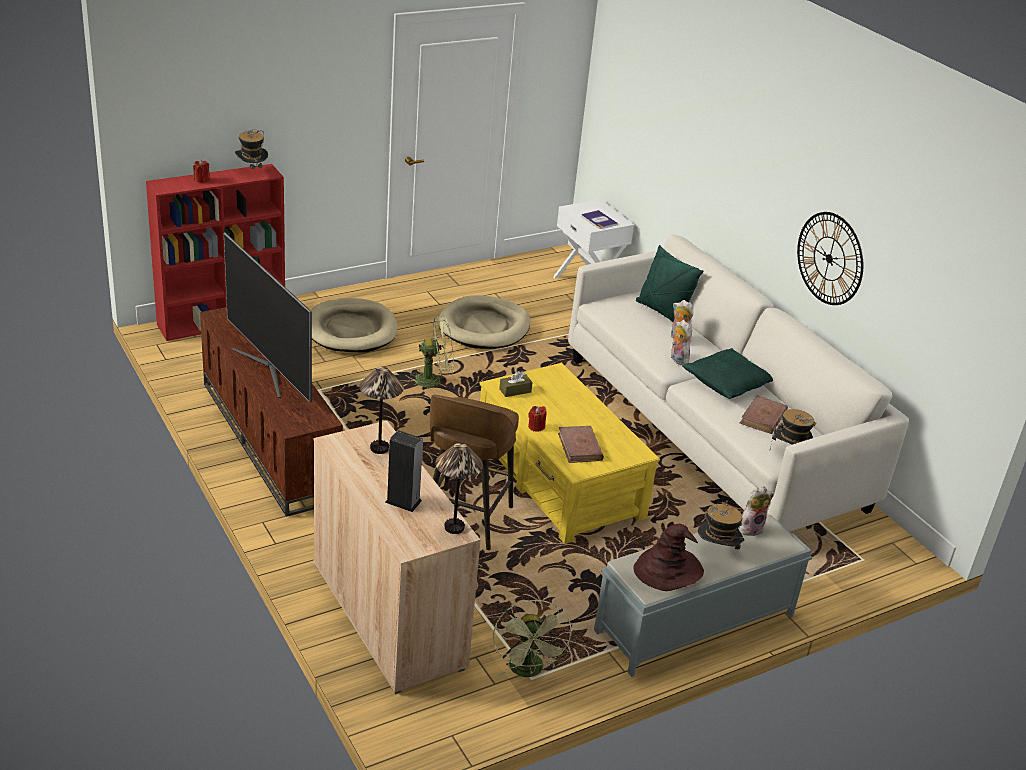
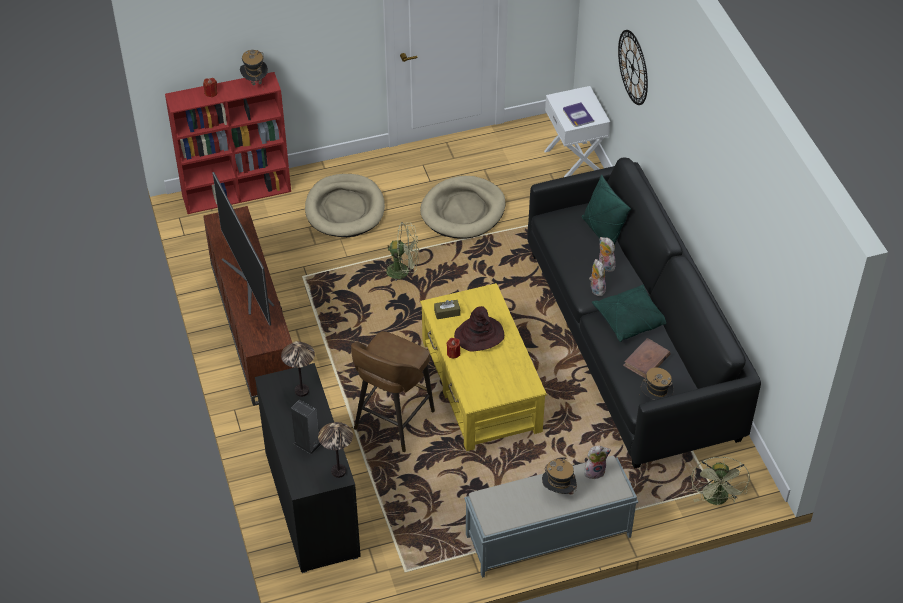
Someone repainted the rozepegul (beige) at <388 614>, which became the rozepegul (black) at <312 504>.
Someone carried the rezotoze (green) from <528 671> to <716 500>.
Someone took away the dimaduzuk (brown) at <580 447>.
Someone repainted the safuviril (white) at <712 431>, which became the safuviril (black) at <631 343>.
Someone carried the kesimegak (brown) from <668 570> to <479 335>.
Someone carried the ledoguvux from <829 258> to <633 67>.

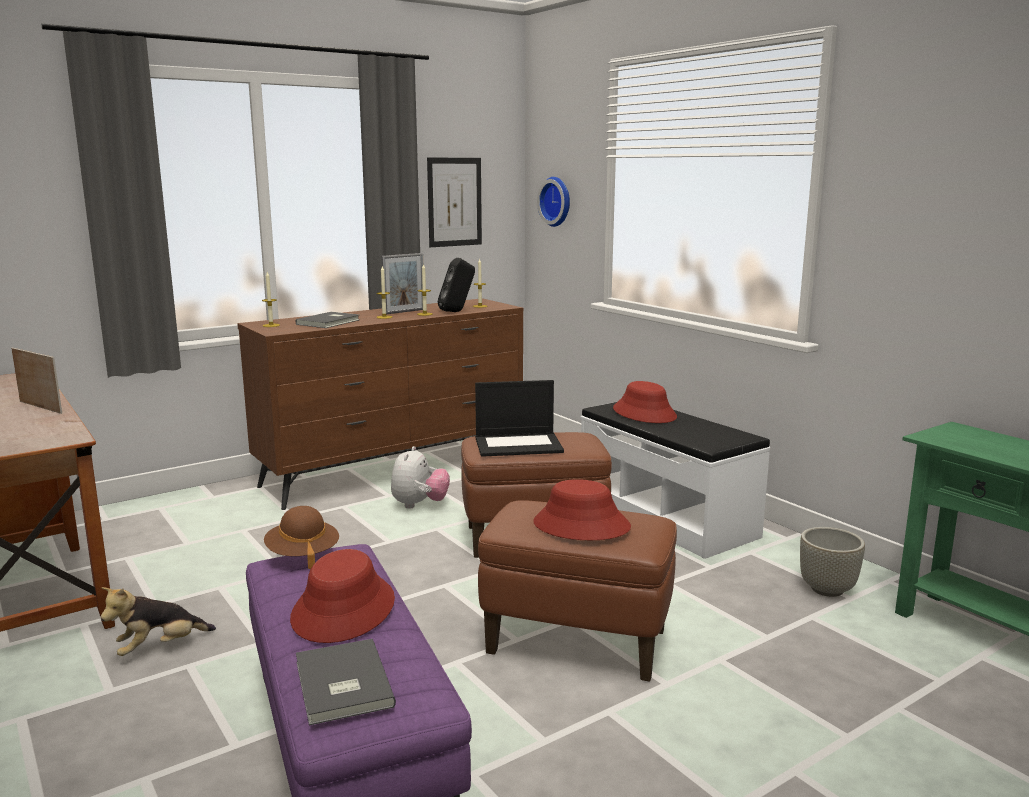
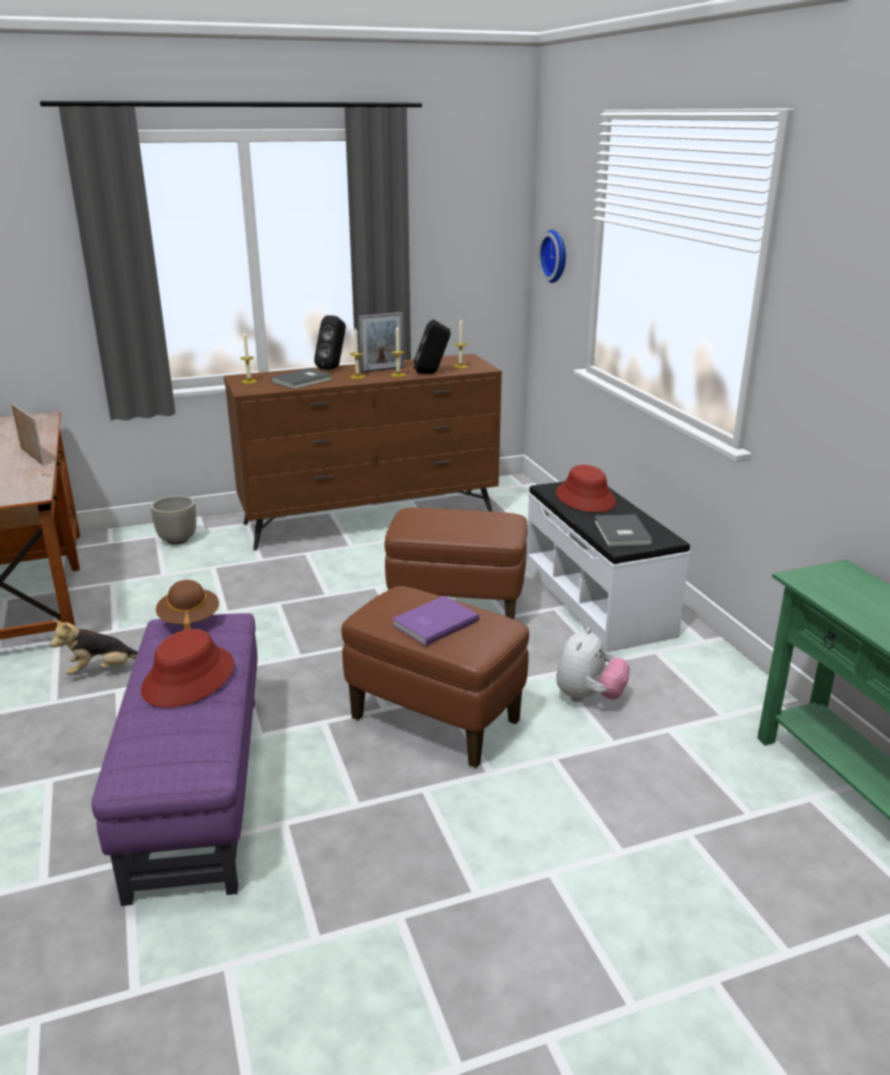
Someone carried the dimaduzuk (grey) from <340 685> to <620 533>.
Someone carried the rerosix from <419 505> to <588 697>.
Someone took away the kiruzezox at <454 202>.
Someone took away the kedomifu at <519 444>.
Someone swapped the kesimegak (red) at <581 525> for the dimaduzuk (purple) at <433 622>.
Someone carried the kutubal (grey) from <827 589> to <178 540>.
Someone put down the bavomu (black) at <333 368>.

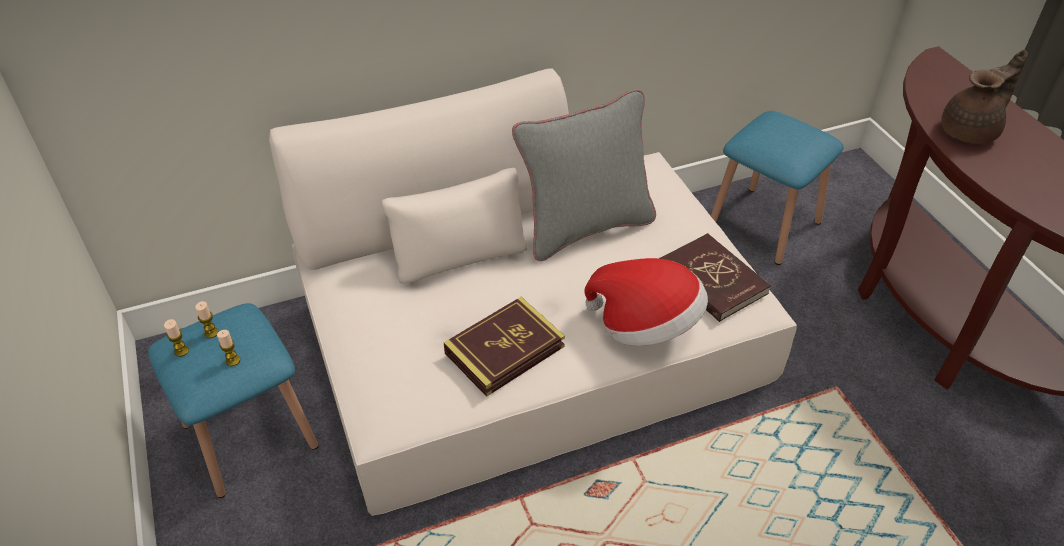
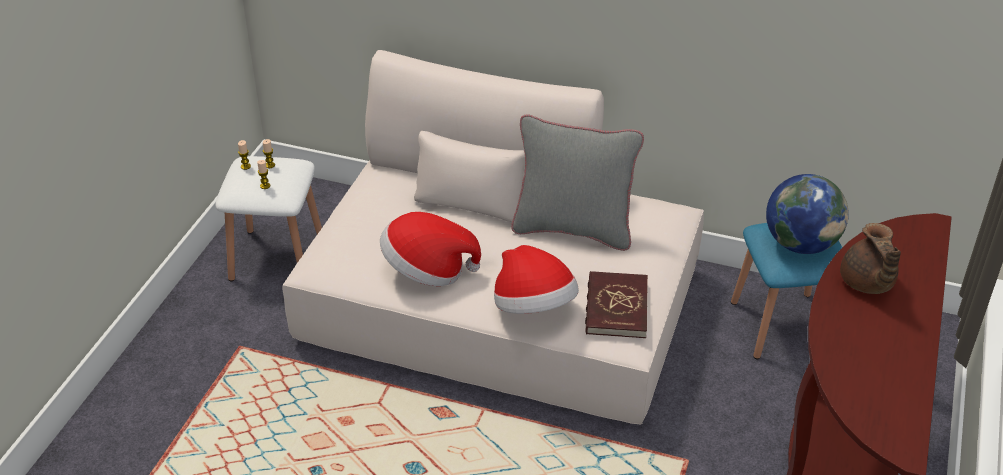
Someone repainted the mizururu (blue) at <250 435>, which became the mizururu (white) at <277 257>.
Someone swapped the dimaduzuk at <504 350> for the kesimegak at <427 270>.
Someone rotated the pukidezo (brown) at <971 131> by 75 degrees clockwise.
Someone put down the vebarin at <800 244>.

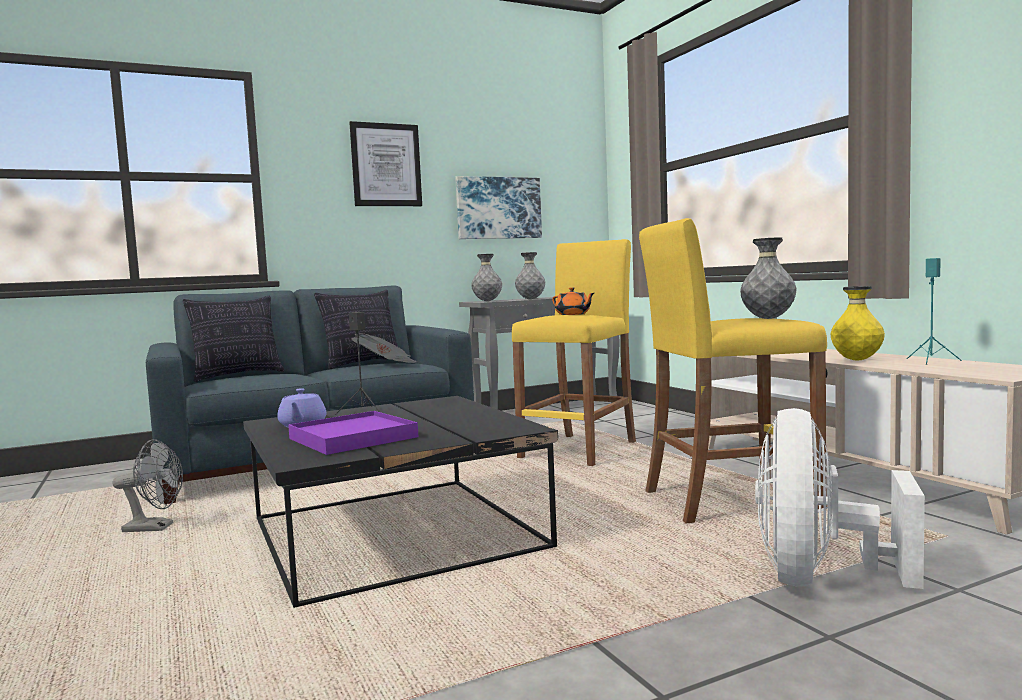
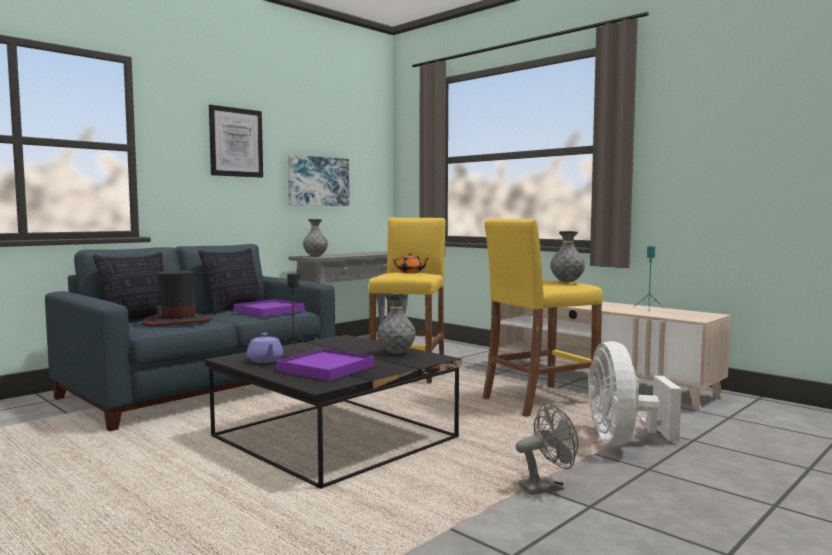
Someone carried the rezotoze (grey) from <155 528> to <547 487>.
Someone swapped the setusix at <386 366> for the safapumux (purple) at <269 311>.
Someone carried the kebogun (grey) from <530 299> to <396 353>.
Someone took away the kebogun (yellow) at <856 360>.
Someone put down the kesimegak at <177 321>.

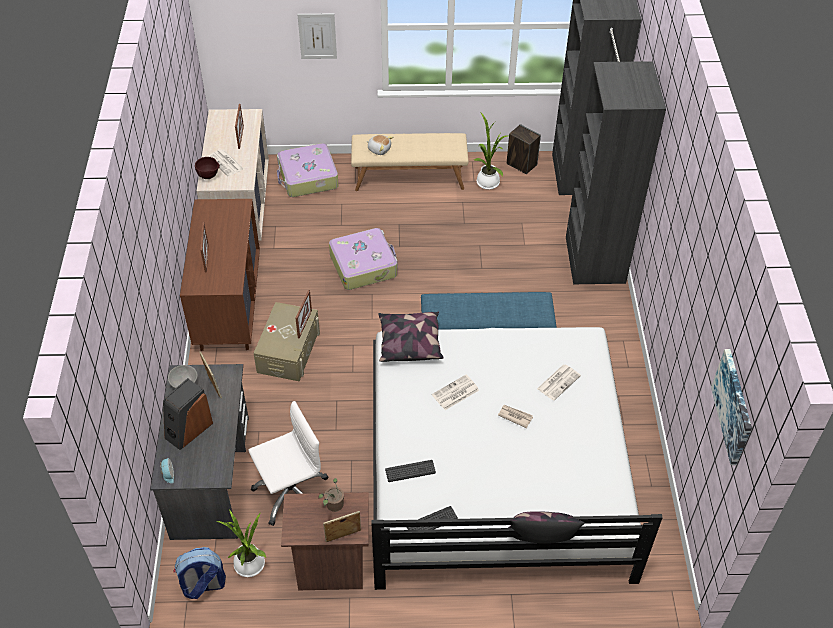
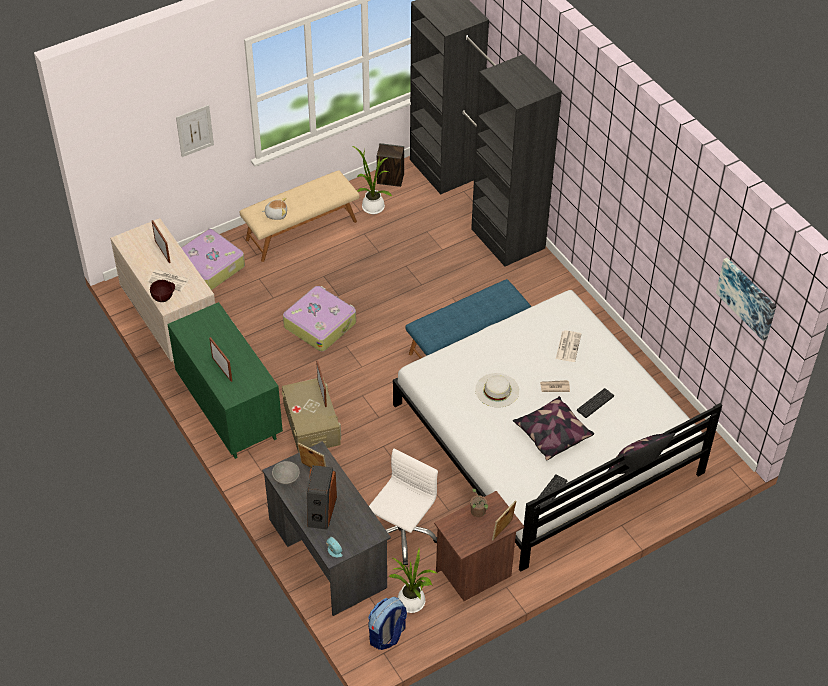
Someone repainted the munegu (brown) at <229 305>, which became the munegu (green) at <229 410>.
Someone carried the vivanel from <409 343> to <552 434>.
Someone carried the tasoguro from <410 471> to <595 403>.
Someone swapped the setusix at <455 393> for the kesimegak (white) at <497 390>.

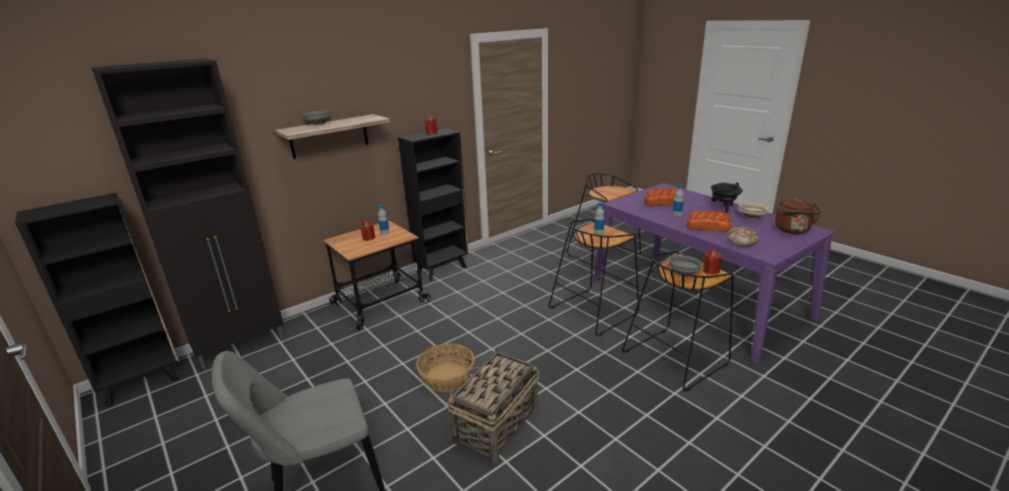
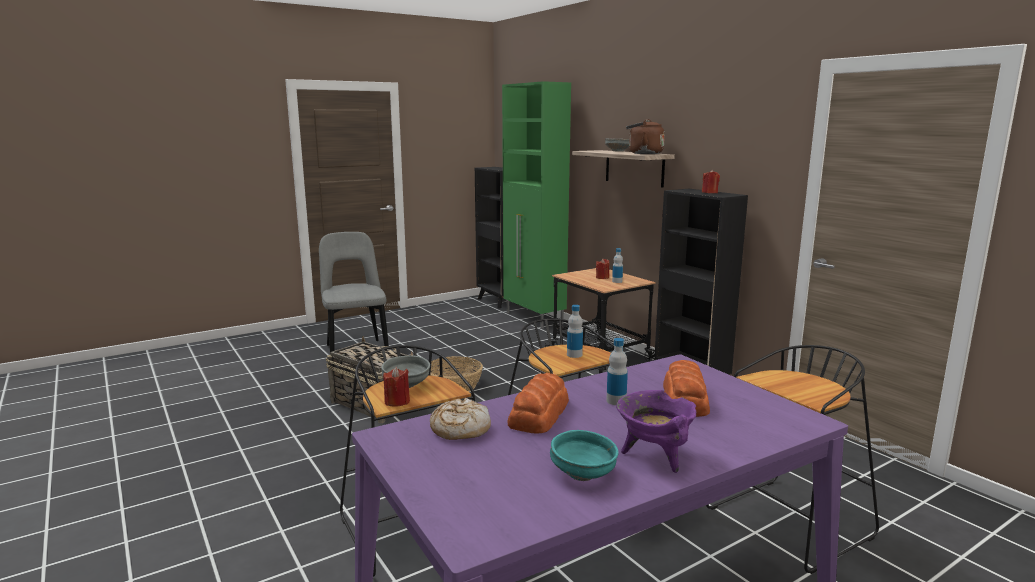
Someone repainted the rozepegul (black) at <242 347>, which became the rozepegul (green) at <534 318>.
Someone repainted the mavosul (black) at <723 208>, which became the mavosul (purple) at <654 456>.
Someone repainted the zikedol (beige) at <751 217>, which became the zikedol (turquoise) at <584 474>.
Someone carried the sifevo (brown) from <793 230> to <643 153>.

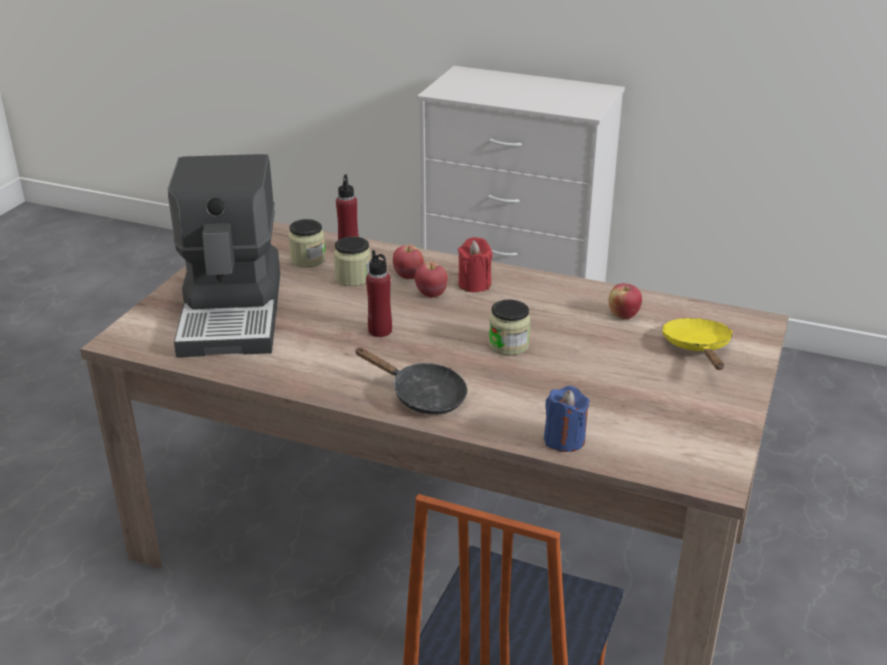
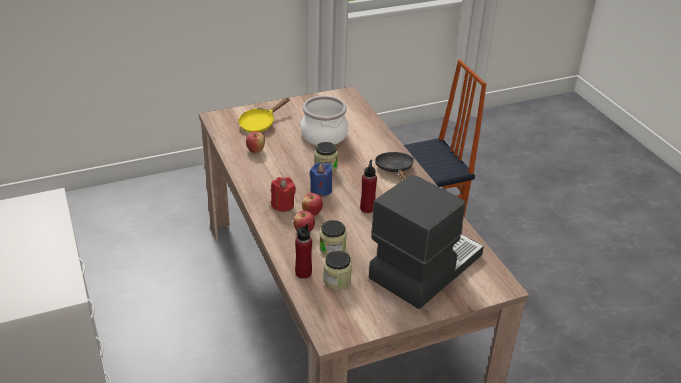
Someone carried the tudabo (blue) from <564 439> to <321 190>.
Someone put down the mavosul at <324 135>.

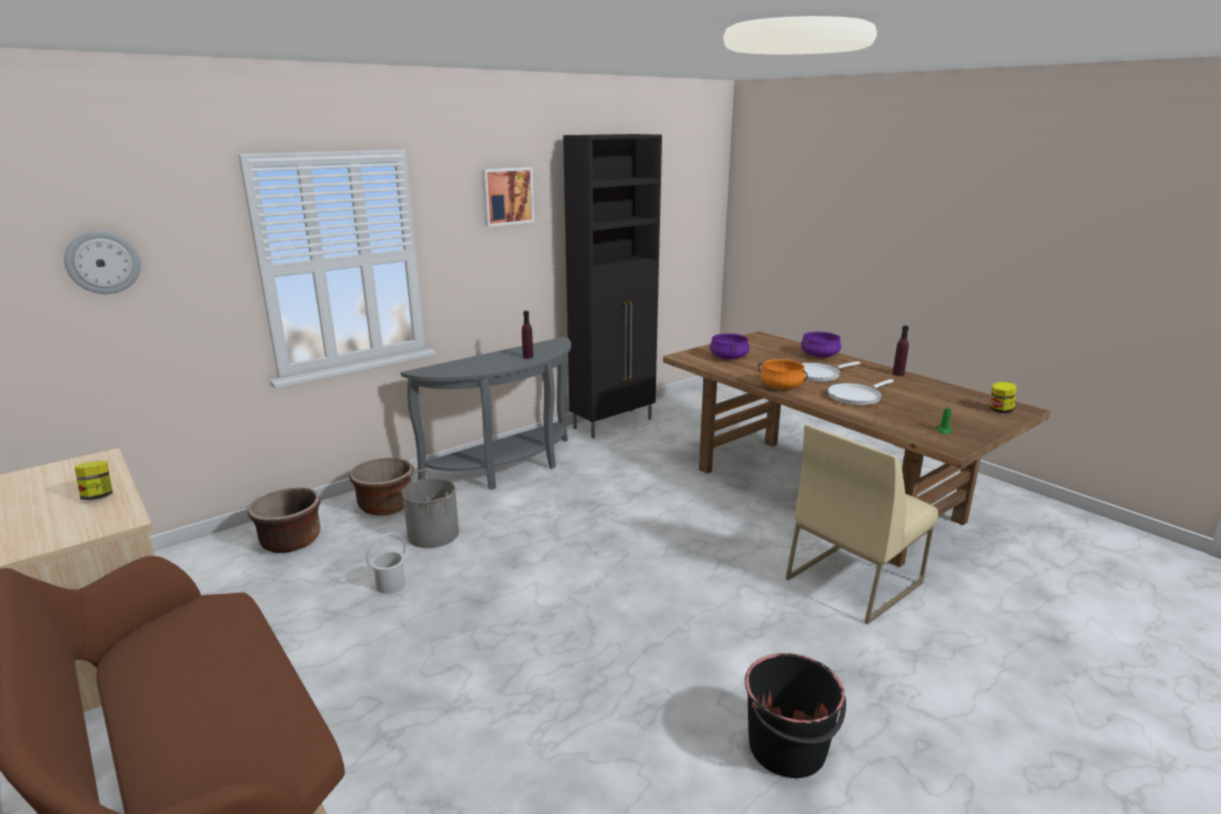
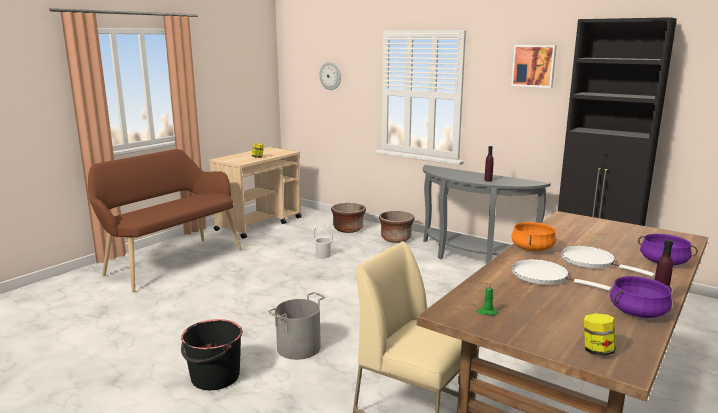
Someone carried the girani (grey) from <432 534> to <298 347>.
Someone carried the mavosul (purple) from <729 357> to <638 312>.

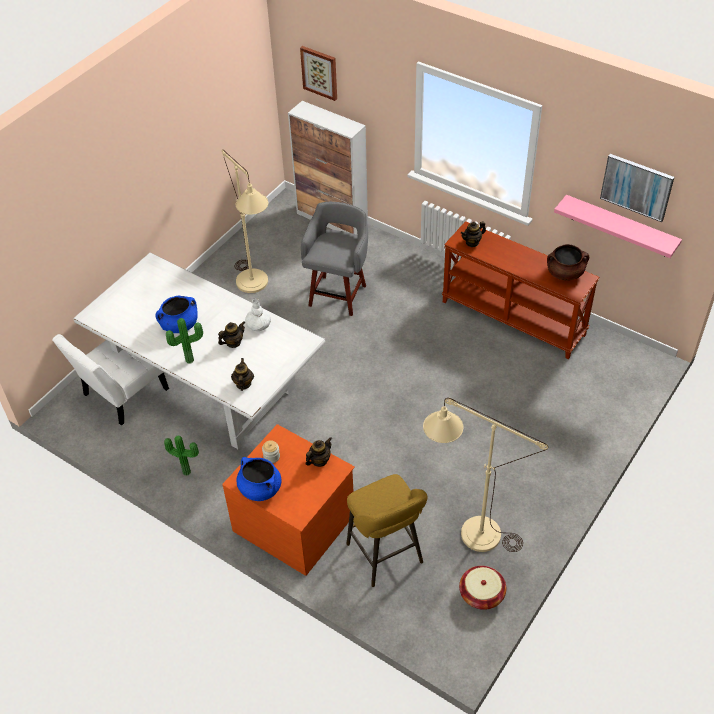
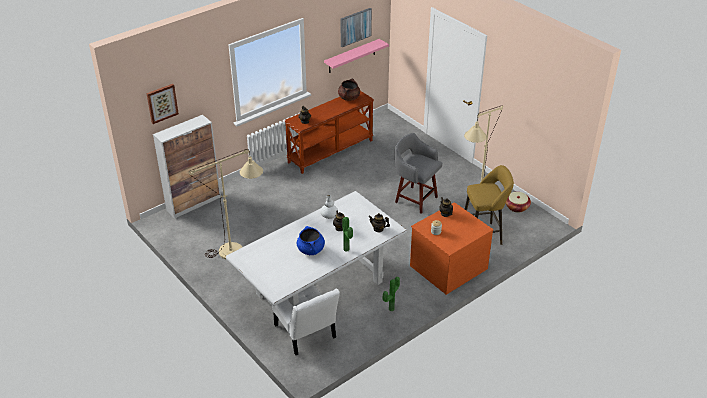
Someone took away the mavosul (blue) at <260 489>.
Someone carried the mizururu (grey) from <338 294> to <415 199>.

